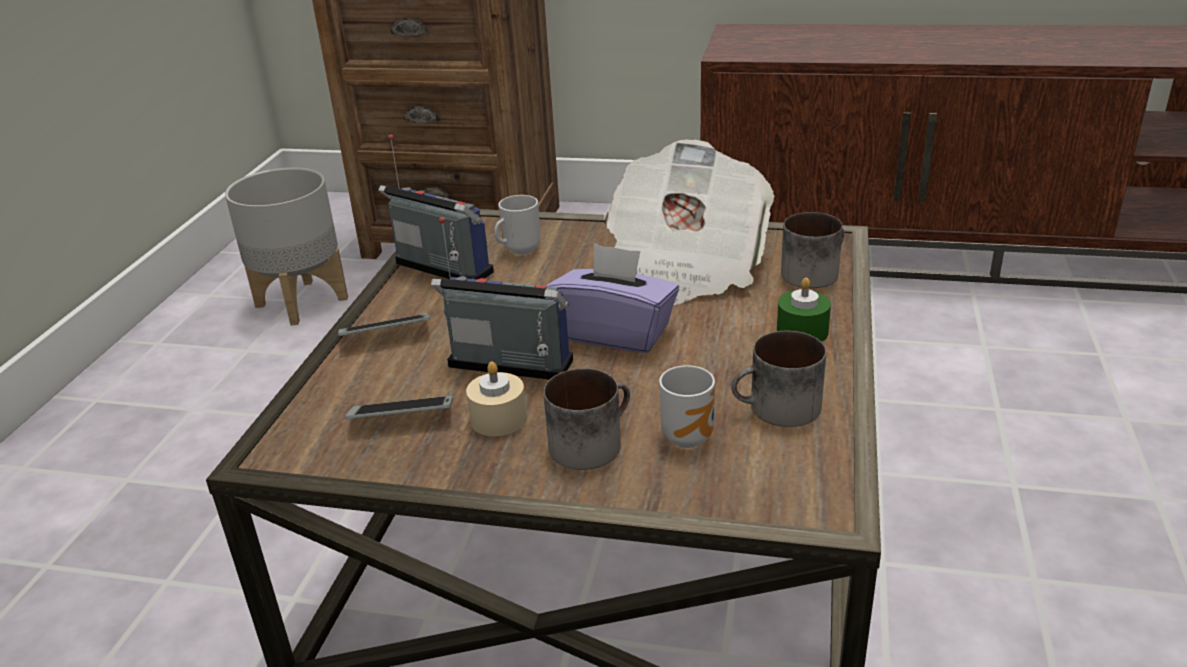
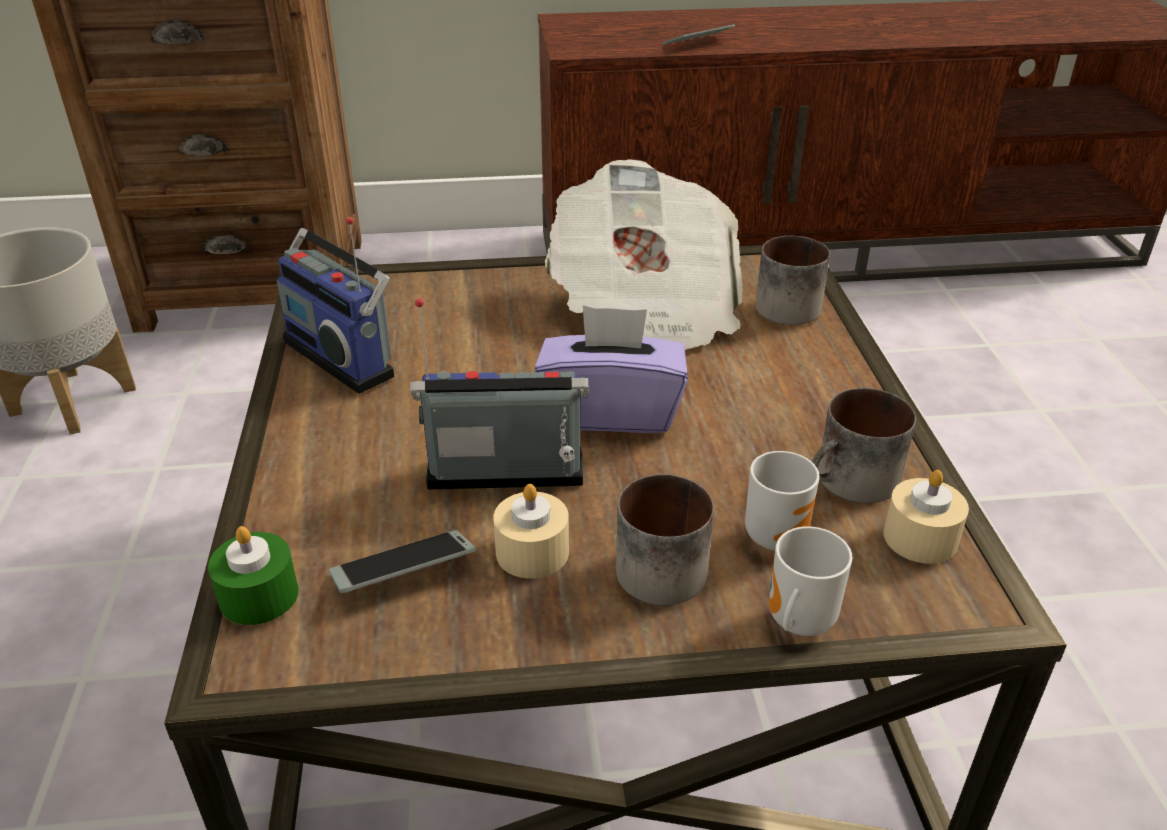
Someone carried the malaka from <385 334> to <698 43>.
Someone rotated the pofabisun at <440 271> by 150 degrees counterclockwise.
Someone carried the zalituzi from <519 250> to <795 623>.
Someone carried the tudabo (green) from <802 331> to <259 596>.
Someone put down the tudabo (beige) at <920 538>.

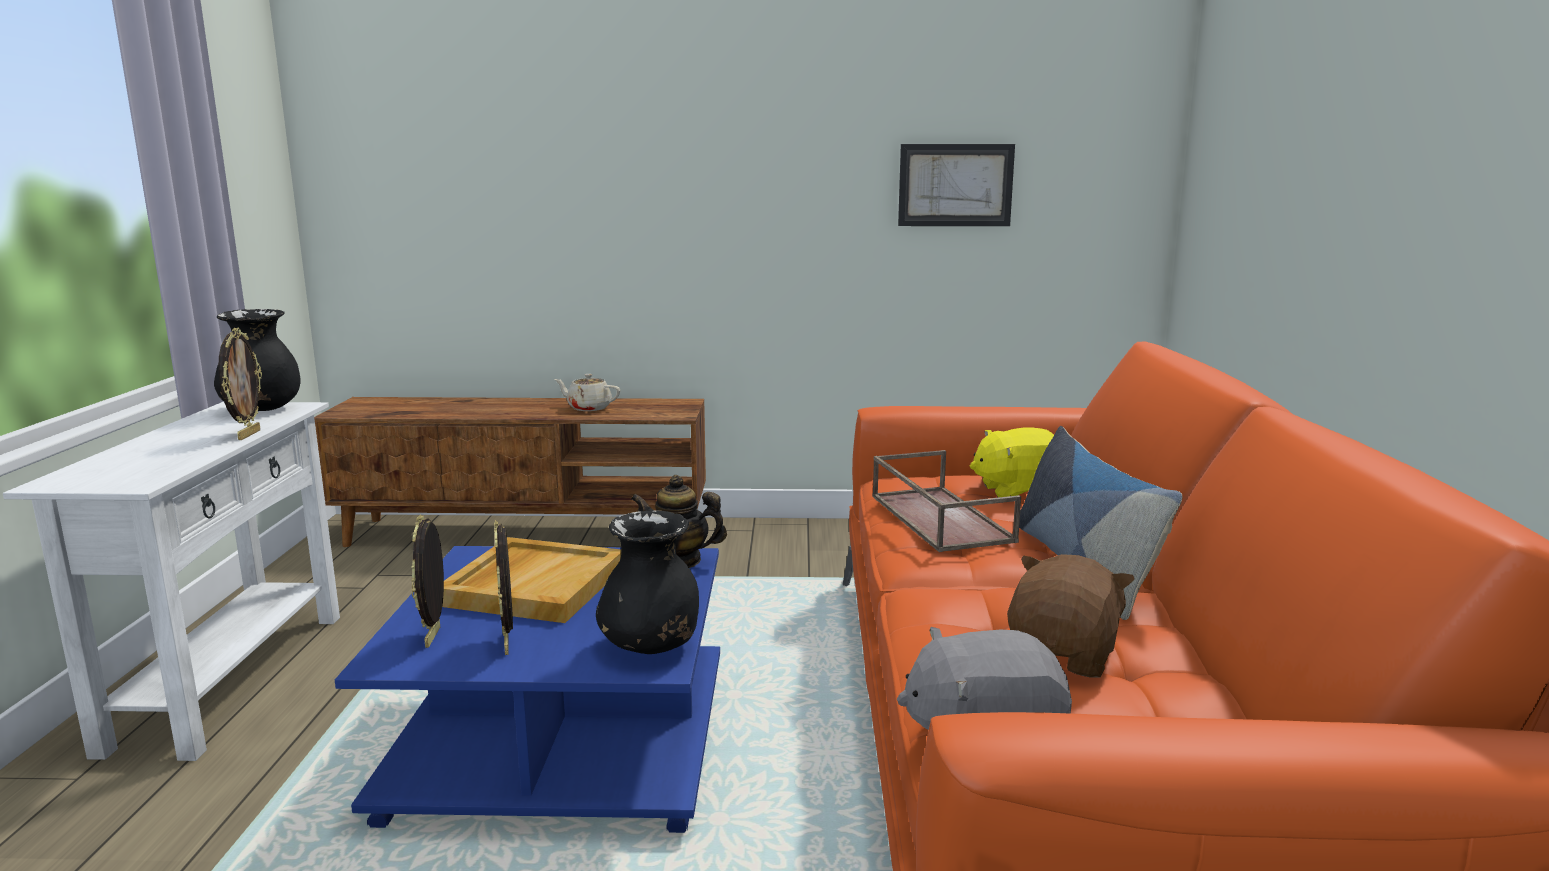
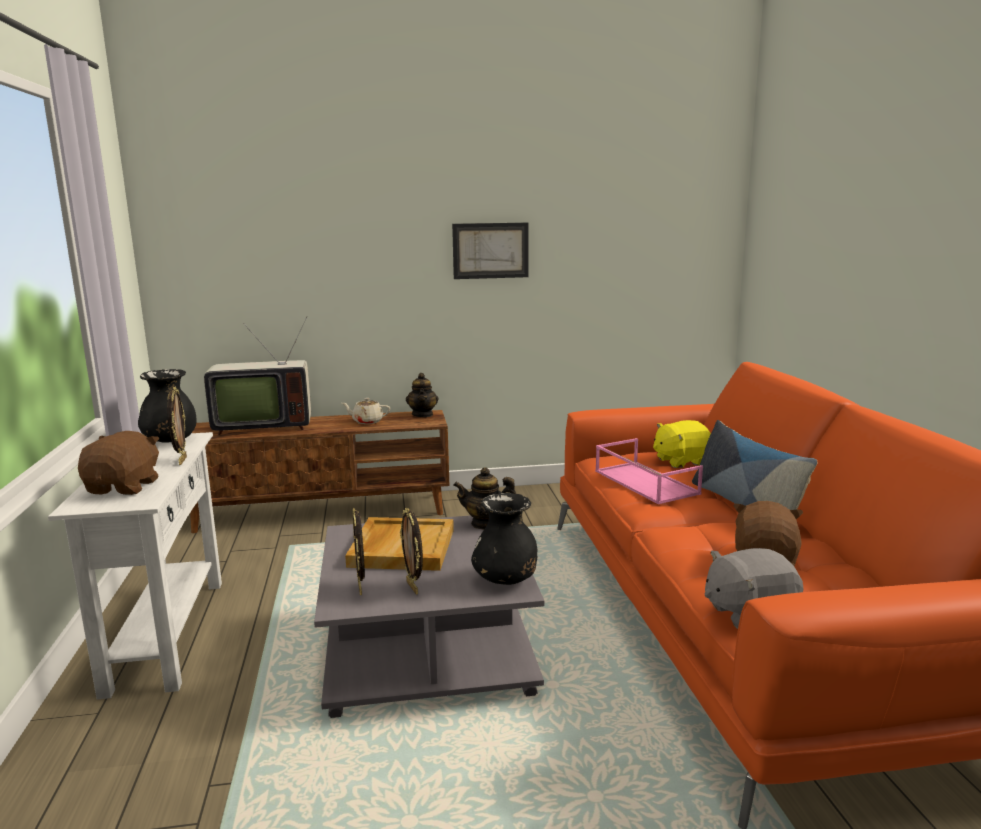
Someone repainted the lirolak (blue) at <565 745>, which became the lirolak (grey) at <430 651>.
Someone repainted the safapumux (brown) at <938 518>, which became the safapumux (pink) at <644 482>.
Someone carried the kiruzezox from <955 185> to <490 250>.
Someone put down the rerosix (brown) at <124 487>.
Someone put down the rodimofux at <262 426>.
Someone put down the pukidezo at <423 414>.

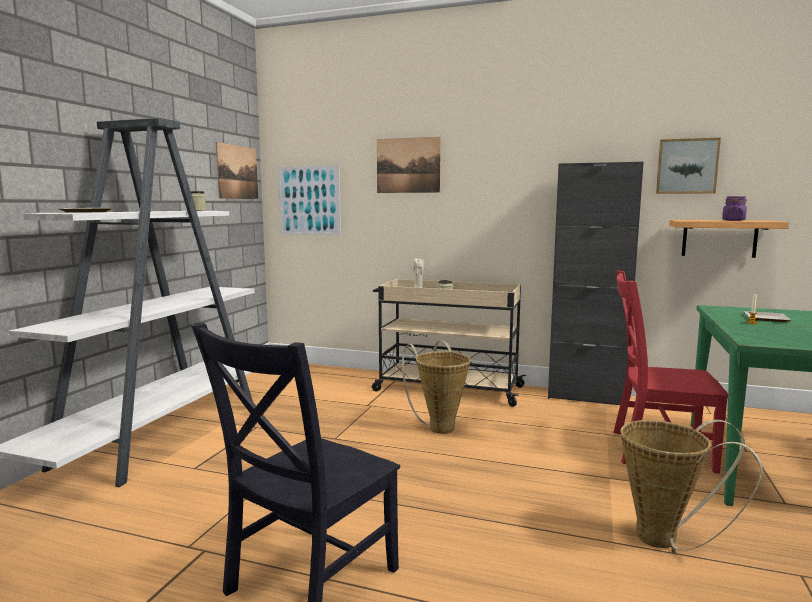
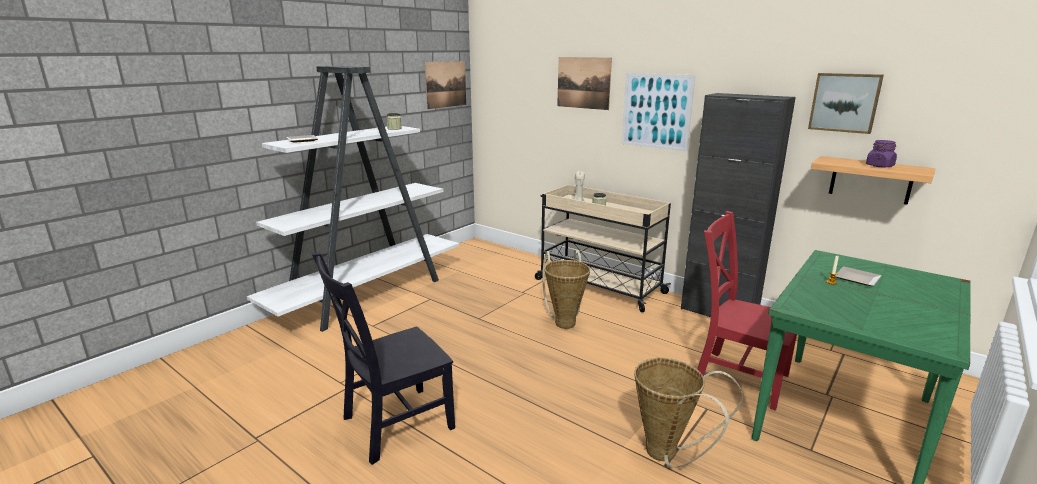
Someone carried the kiruzezox from <309 200> to <656 111>.

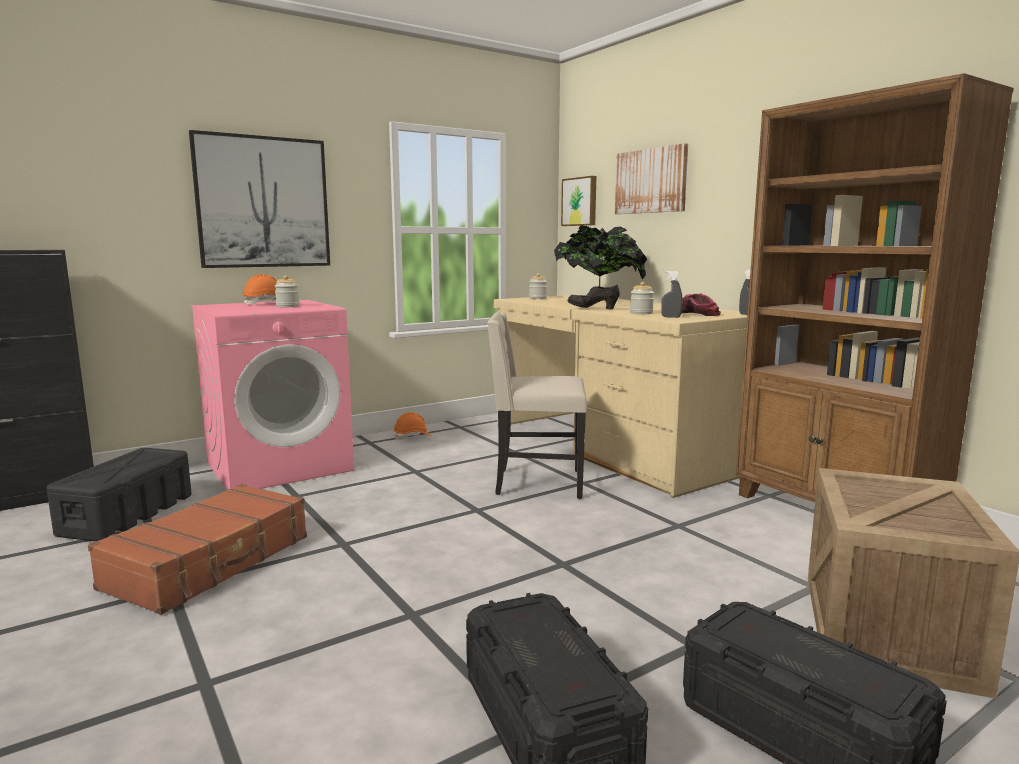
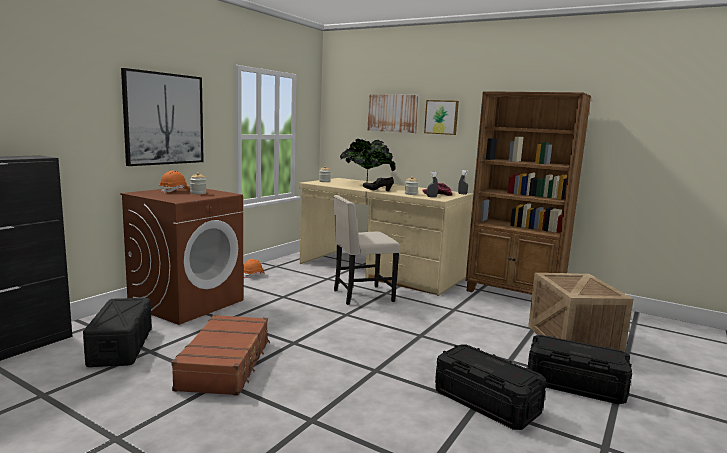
Someone repainted the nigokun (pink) at <280 466>, which became the nigokun (brown) at <187 303>.
Someone carried the kiruzezox from <580 201> to <441 117>.

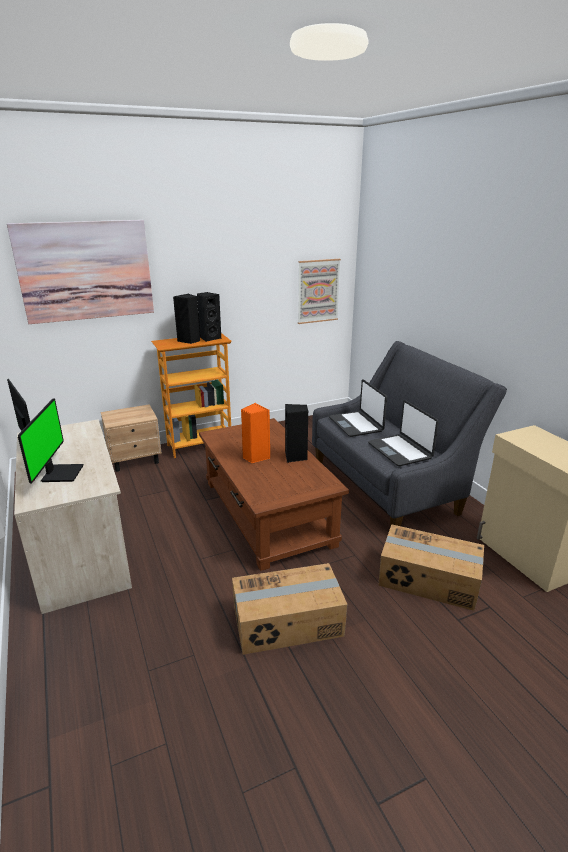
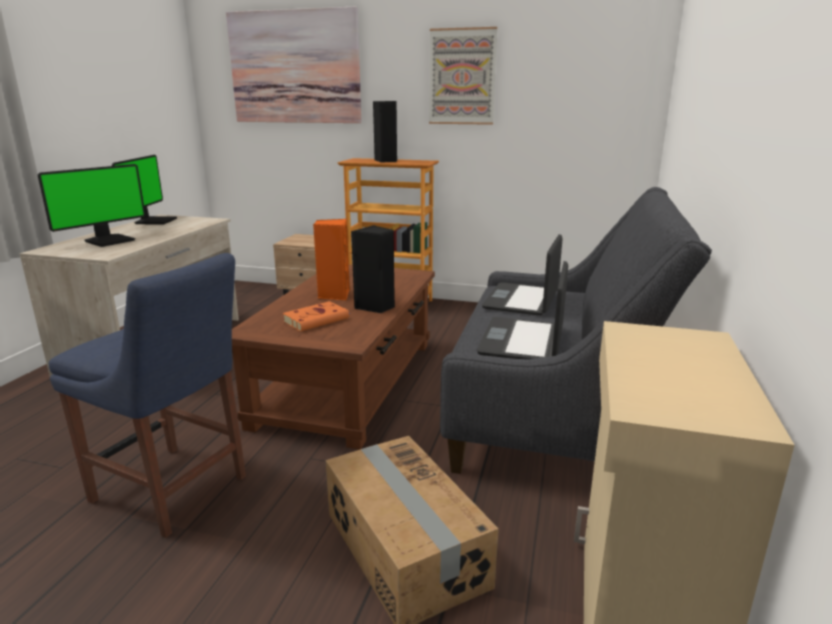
Someone took away the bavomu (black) at <209 338>.
Someone swapped the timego at <288 622> for the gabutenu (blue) at <174 491>.
Someone carried the kiruzezox from <318 291> to <462 77>.
Someone put down the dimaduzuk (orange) at <317 320>.

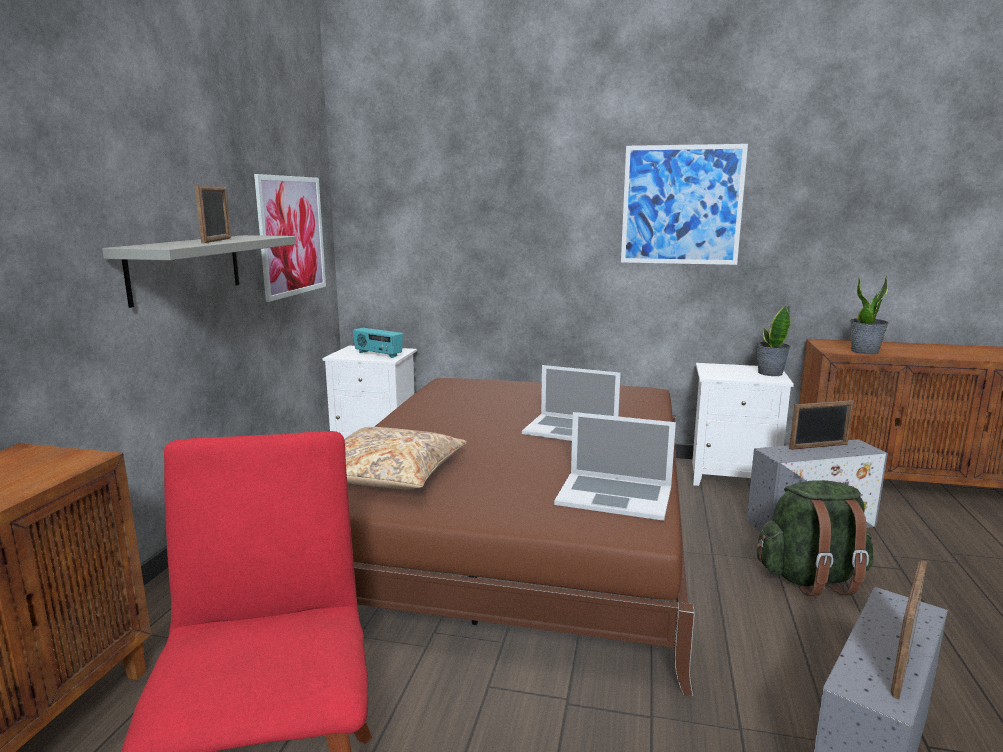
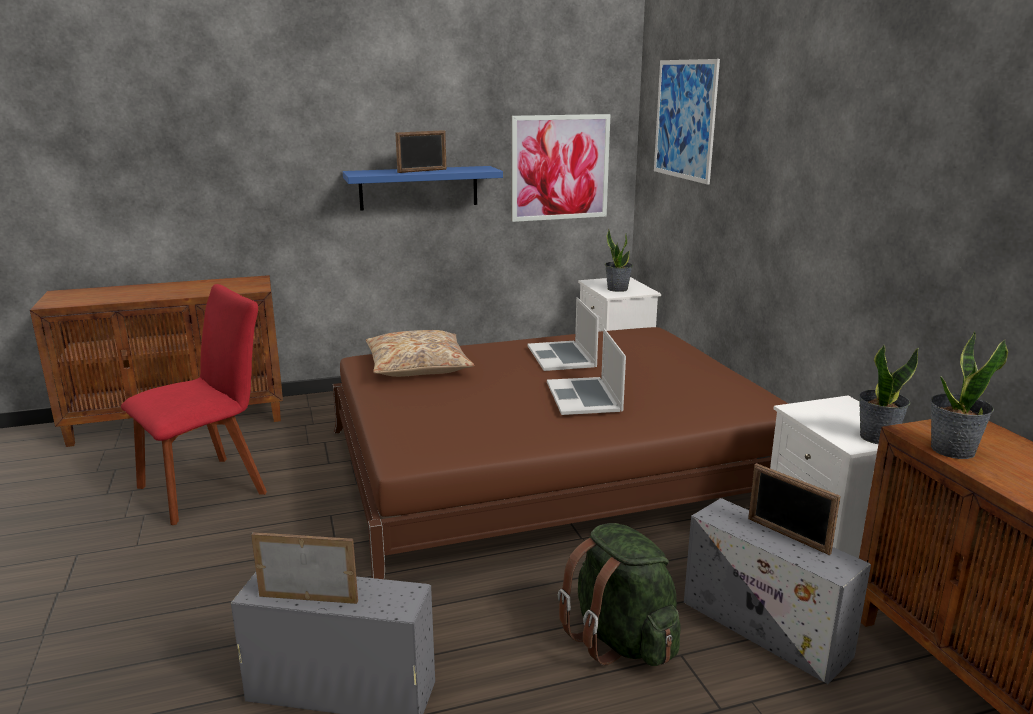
Someone repainted the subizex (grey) at <186 268>, which became the subizex (blue) at <419 188>.
Someone swapped the pofabisun at <378 354> for the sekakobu at <617 289>.
Someone carried the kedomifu from <614 495> to <562 356>.
Someone carried the kiruzezox from <681 205> to <685 119>.

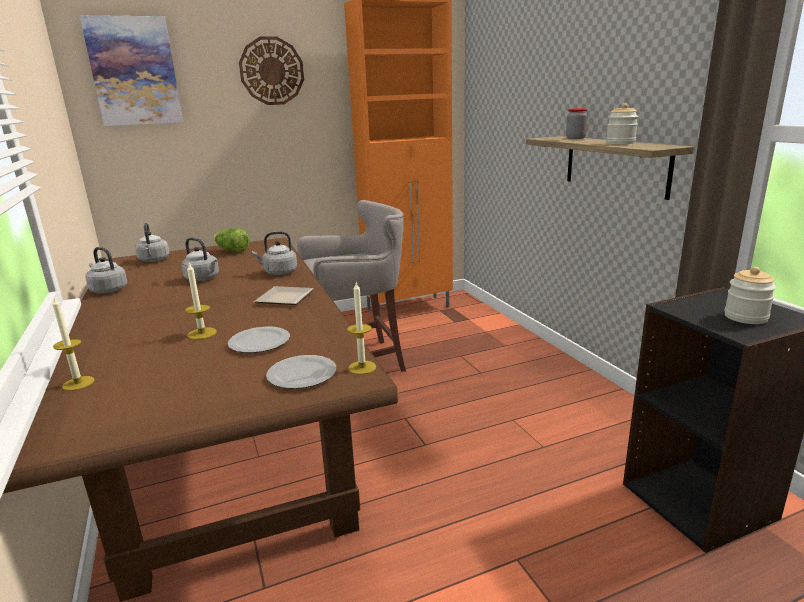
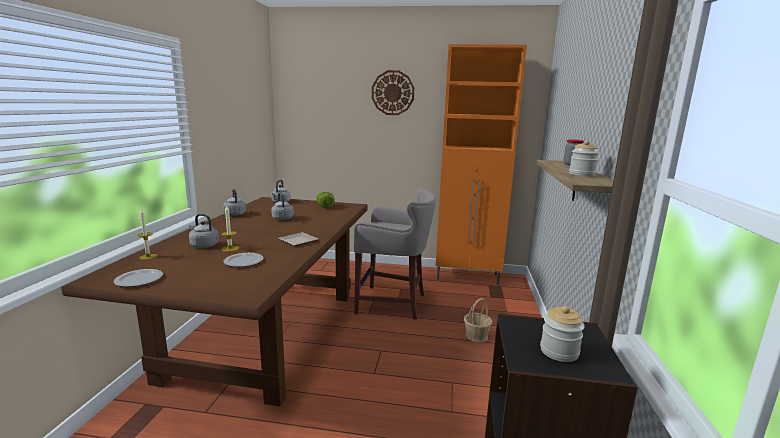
Someone took away the kiruzezox at <134 72>.
Someone carried the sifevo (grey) from <278 272> to <203 245>.
Someone carried the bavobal from <302 375> to <139 280>.
Someone took away the tudabo at <362 367>.
Someone put down the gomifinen at <476 335>.

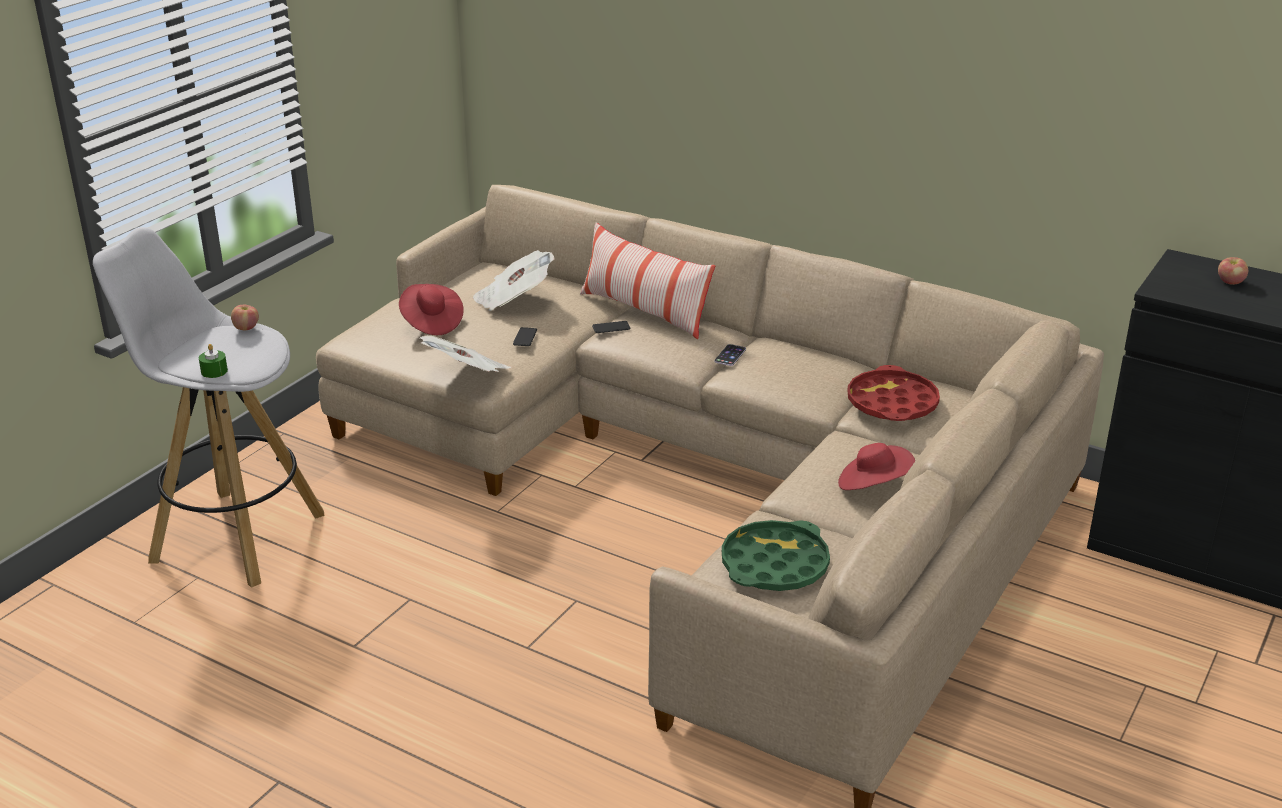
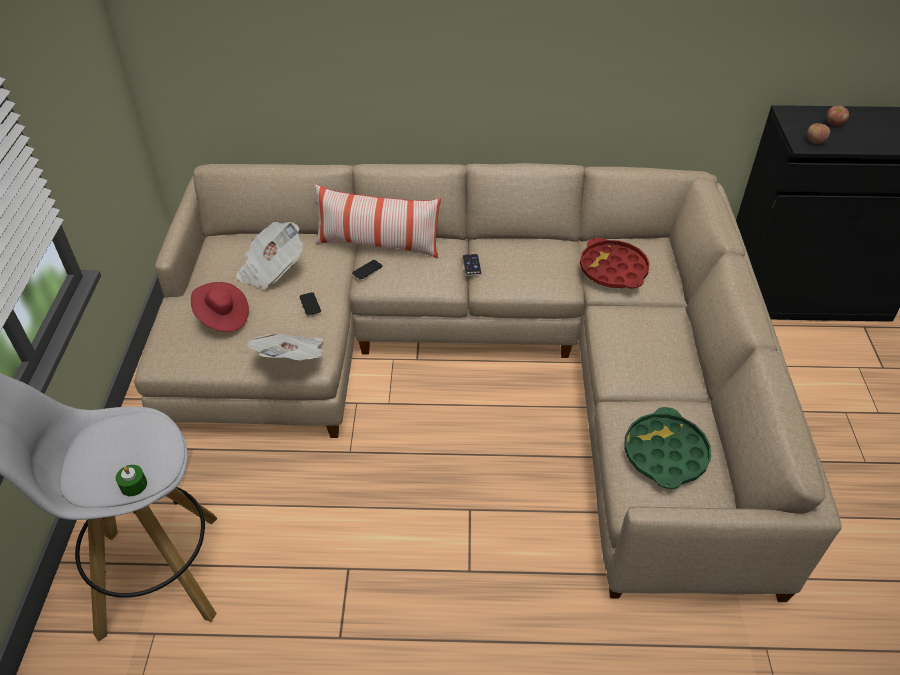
Someone carried the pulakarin from <246 328> to <815 141>.
Someone took away the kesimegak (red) at <873 485>.

